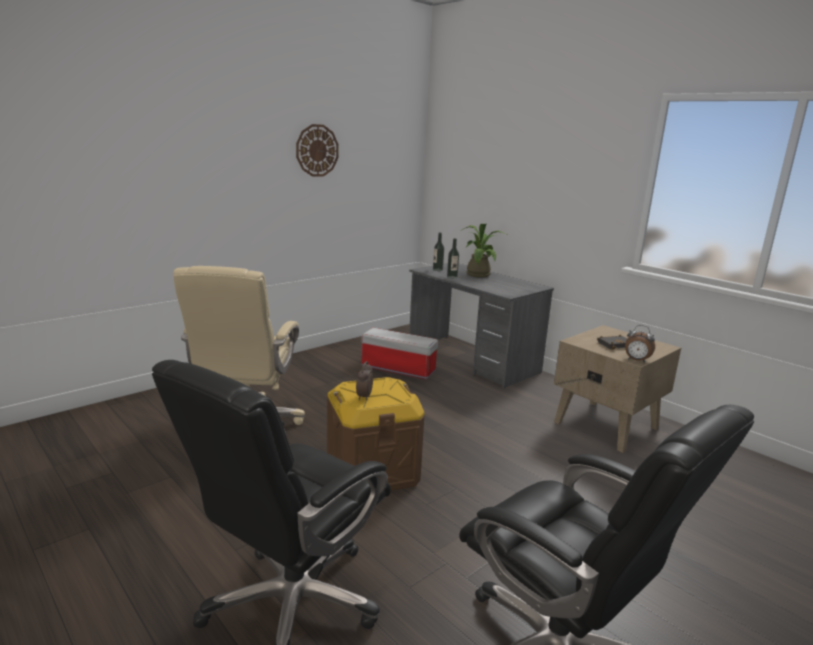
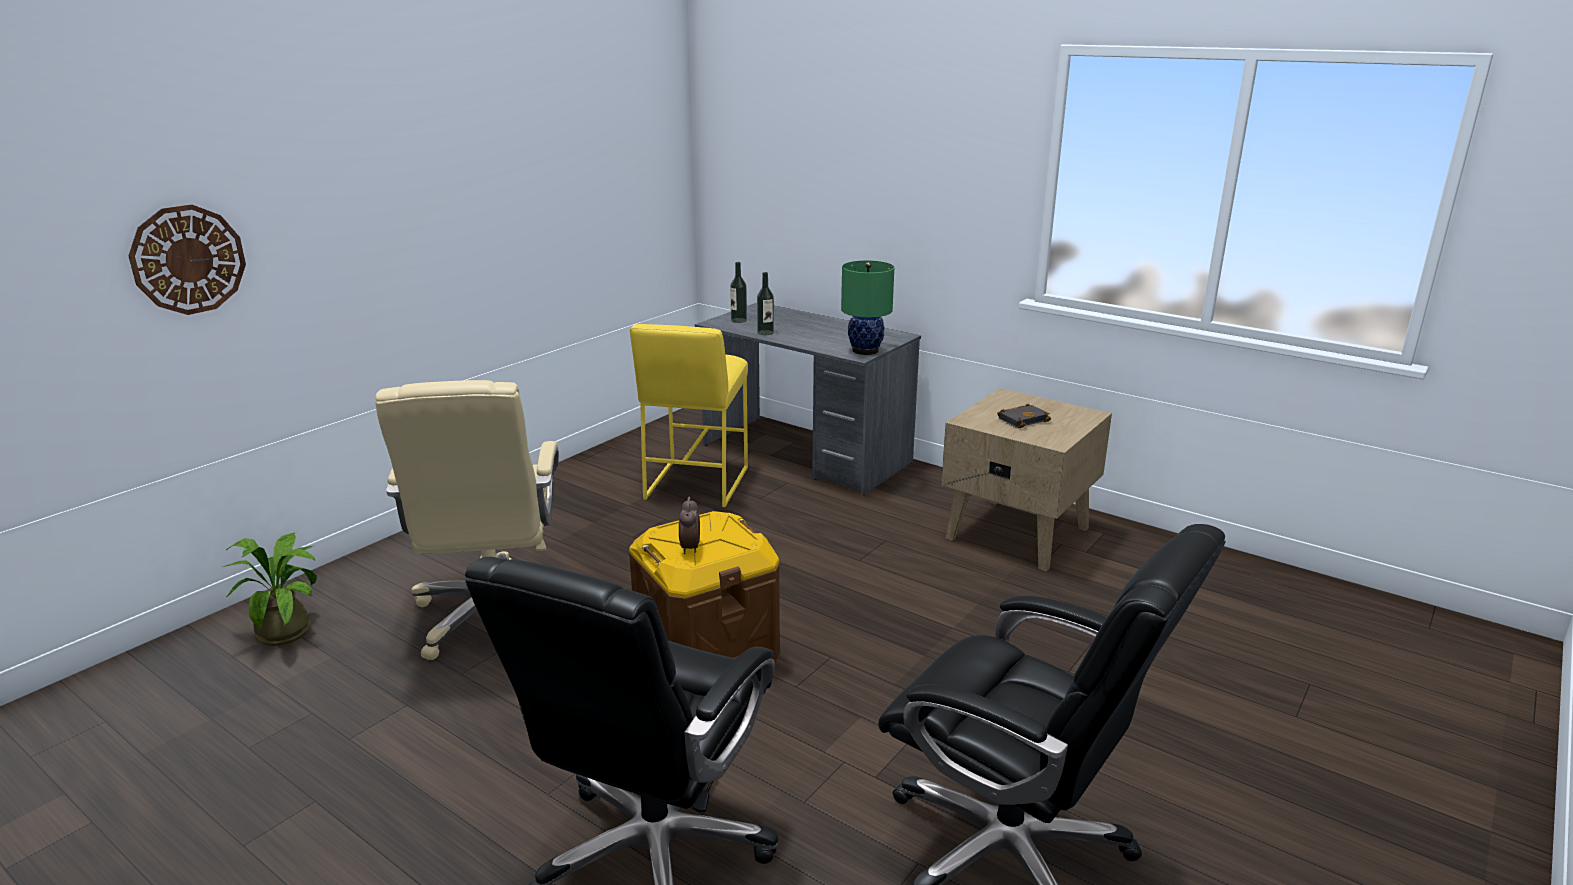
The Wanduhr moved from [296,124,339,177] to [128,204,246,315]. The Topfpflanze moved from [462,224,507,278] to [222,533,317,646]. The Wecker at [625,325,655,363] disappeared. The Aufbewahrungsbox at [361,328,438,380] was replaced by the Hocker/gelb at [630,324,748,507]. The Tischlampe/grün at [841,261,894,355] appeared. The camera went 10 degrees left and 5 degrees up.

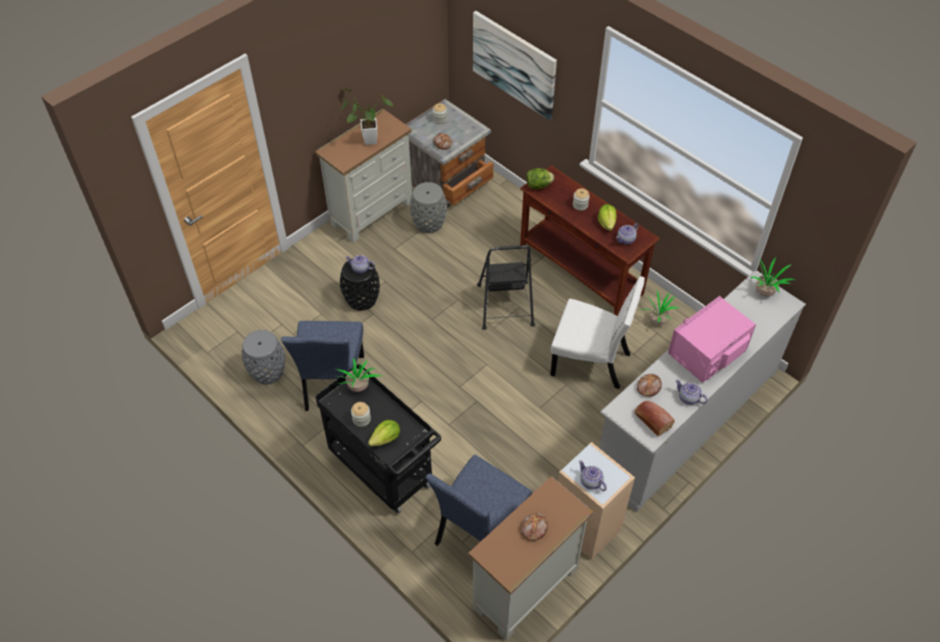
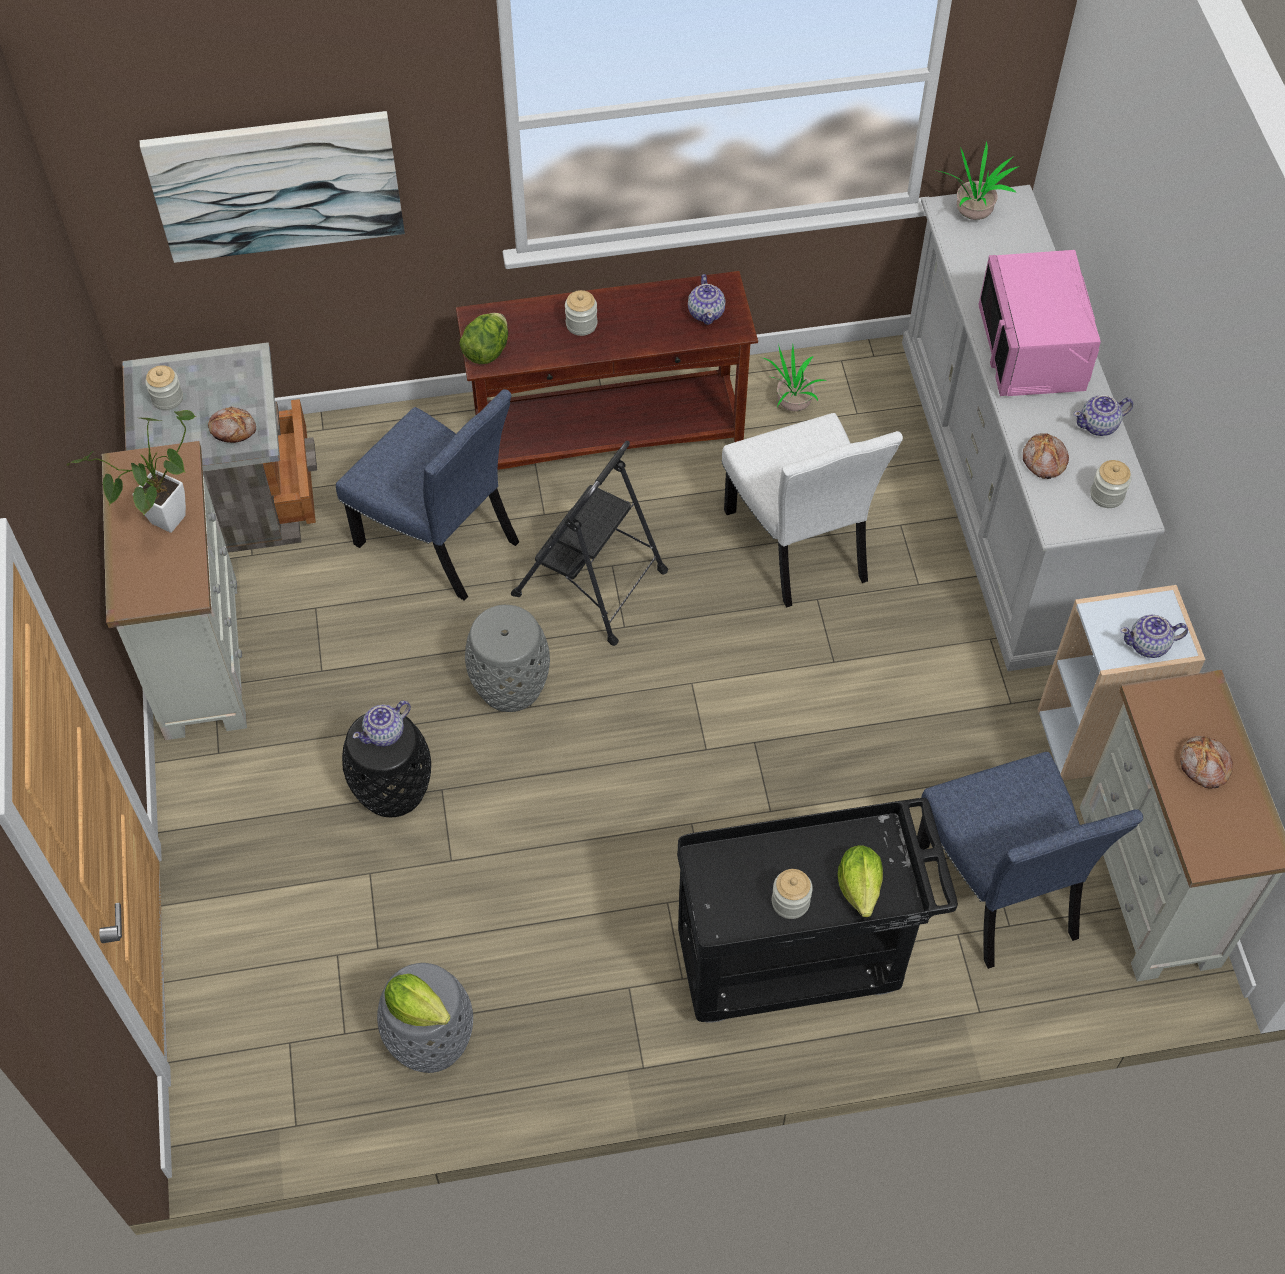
The Hocker/grau moved from [410,182,447,233] to [465,605,550,712]. The Salatkopf moved from [598,204,617,231] to [384,974,451,1026]. The Stuhl/weiß at [550,276,645,389] turned 105 degrees clockwise. The Stuhl/blau moved from [281,321,364,411] to [336,389,519,601]. The Topfpflanze at [336,358,382,392] disappeared. The Brot at [635,401,675,437] was replaced by the Vorratsglas at [1090,460,1131,508]. The camera went 55 degrees left and 5 degrees up.

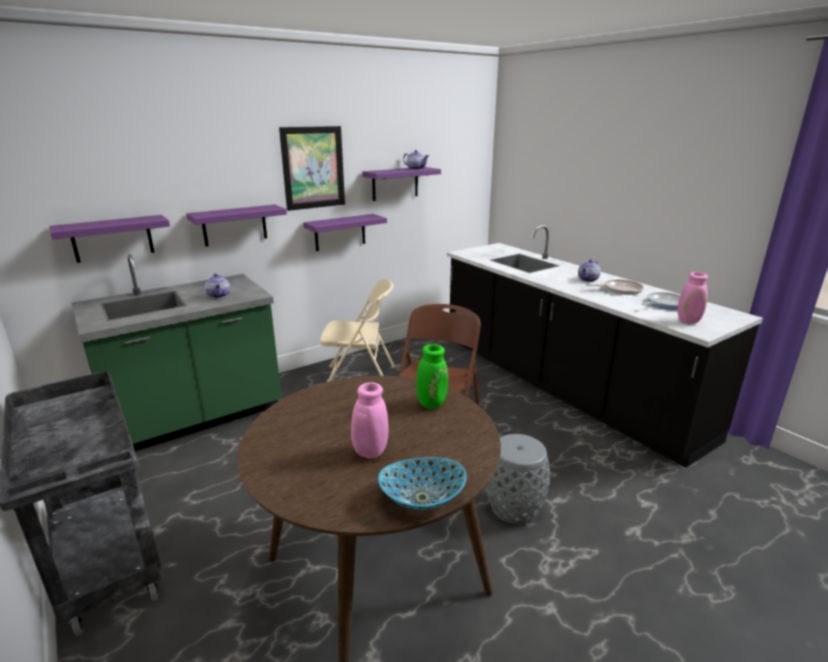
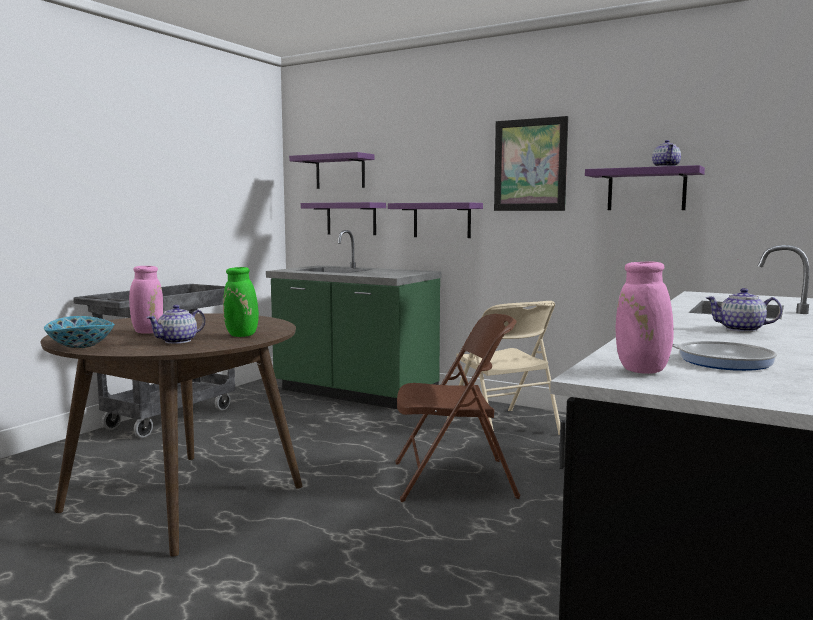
The Wandregal/lila moved from [303,214,387,251] to [289,152,375,189]. The Teekanne moved from [205,273,230,298] to [146,305,205,344]. The Pfanne at [586,279,644,295] disappeared. The Hocker/grau at [487,434,550,524] disappeared. The camera went 65 degrees right and 15 degrees down.

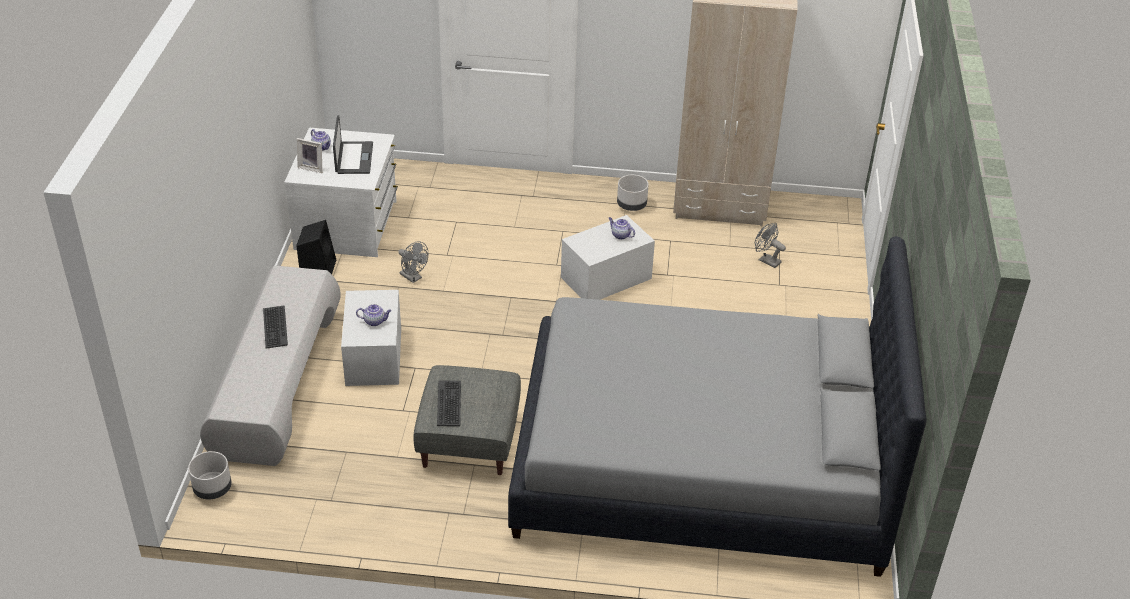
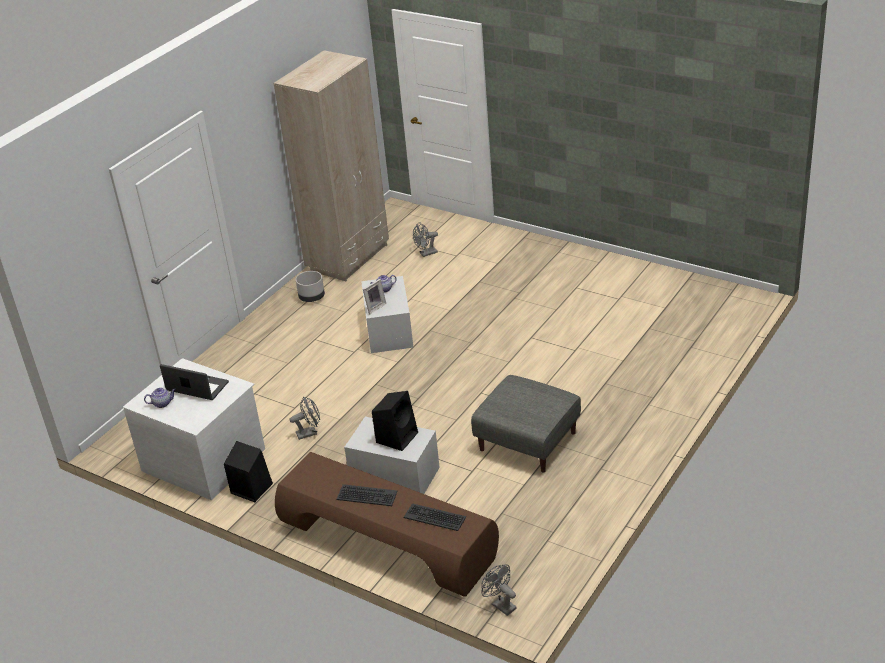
The Bilderrahmen moved from [297,138,322,173] to [363,279,386,314]. The Bett/grau at [508,236,927,577] disappeared. The Bank/grau at [200,266,341,466] became the Bank/braun at [275,452,499,597]. The Teekanne at [356,304,392,326] was replaced by the Lautsprecher/schwarz at [372,391,418,451]. The Tastatur moved from [437,380,461,426] to [403,503,466,531]. The Pflanzkübel/grau at [188,451,232,500] was replaced by the Ventilator/grau at [481,564,517,616]. The camera went 60 degrees left and 5 degrees down.

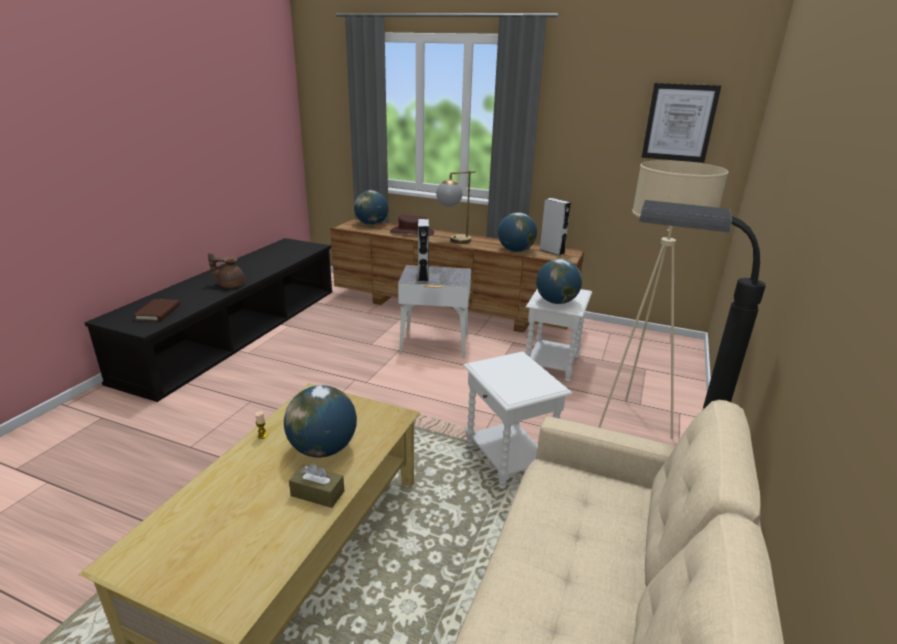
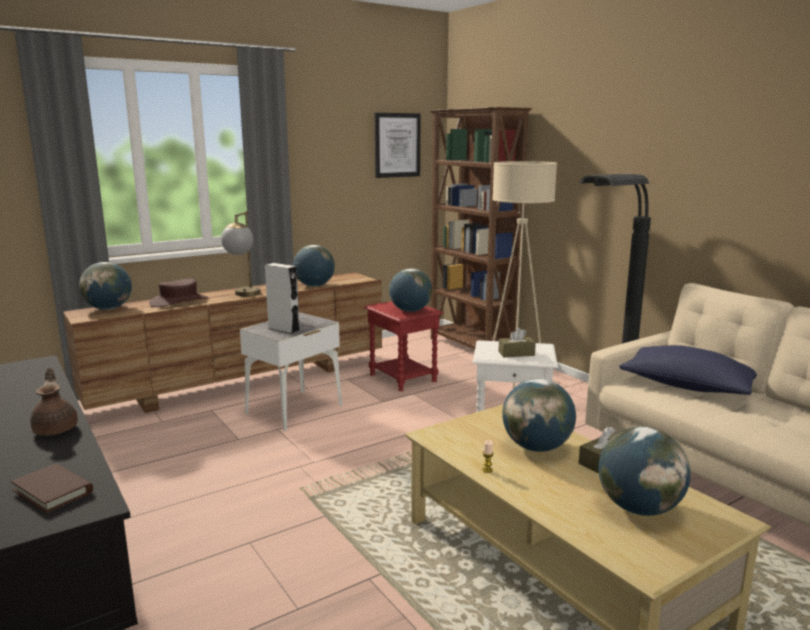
The Lautsprecher/grau at [539,198,571,256] disappeared. The Teekanne/braun at [208,252,245,288] turned 120 degrees clockwise. The Beistelltisch/weiß at [526,289,592,381] became the Beistelltisch/rot at [363,301,444,391]. The Bücherregal/braun at [429,107,531,349] appeared. The Taschentuchbox/braun at [498,327,536,357] appeared. The Kissen/blau at [619,345,757,395] appeared. The Globus at [598,427,691,516] appeared. The camera went 55 degrees left and 10 degrees down.

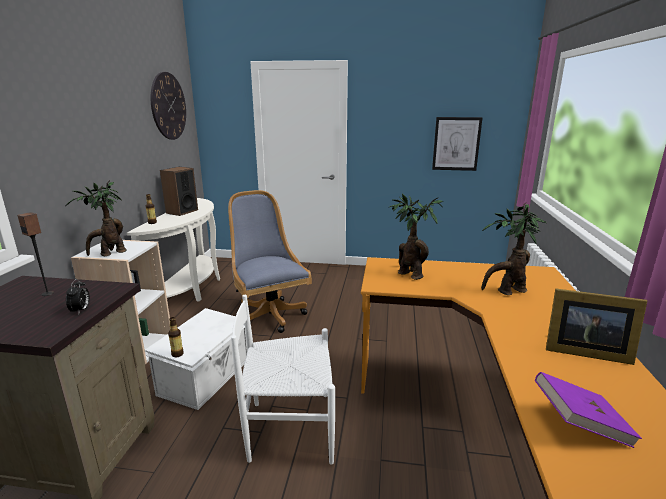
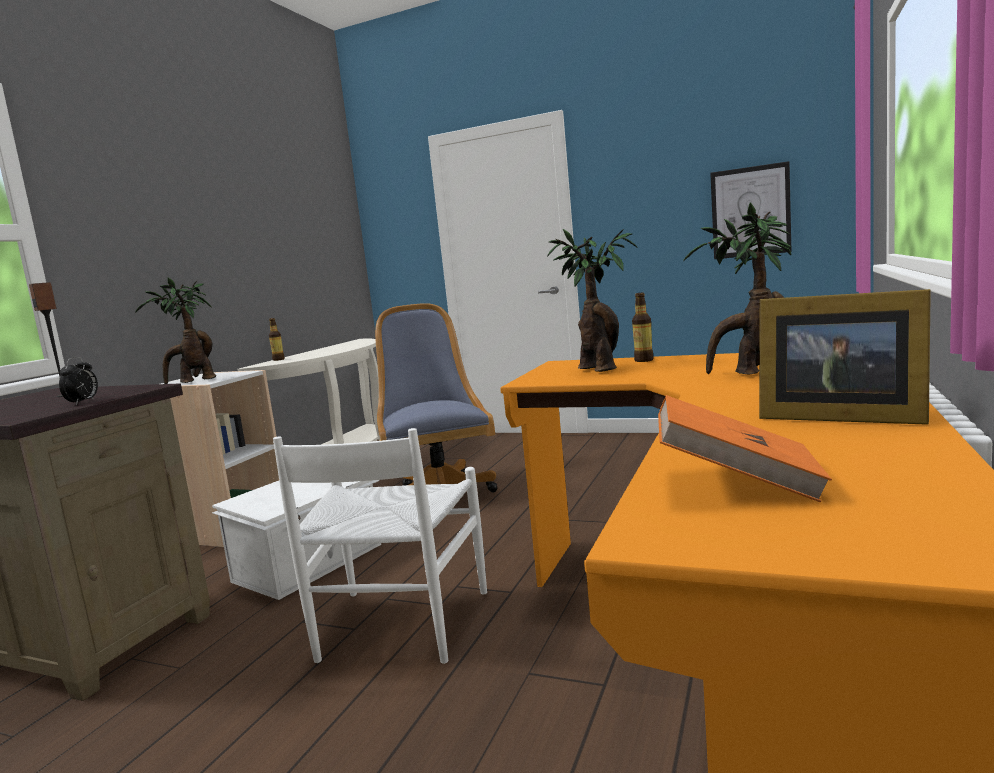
The Wanduhr at [150,72,186,140] disappeared. The Lautsprecher at [160,167,198,216] disappeared. The Stuhl/weiß at [231,295,335,465] turned 90 degrees counterclockwise. The Flasche moved from [168,317,184,357] to [632,293,654,362]. The Buch/lila at [535,372,642,448] became the Buch/orange at [658,395,832,502]. The camera went 15 degrees right and 10 degrees down.

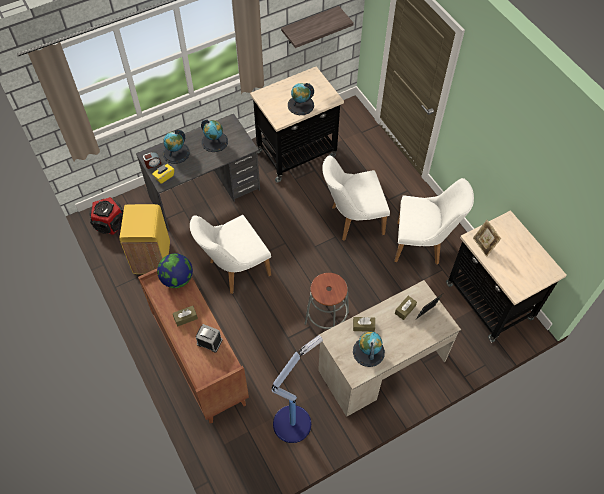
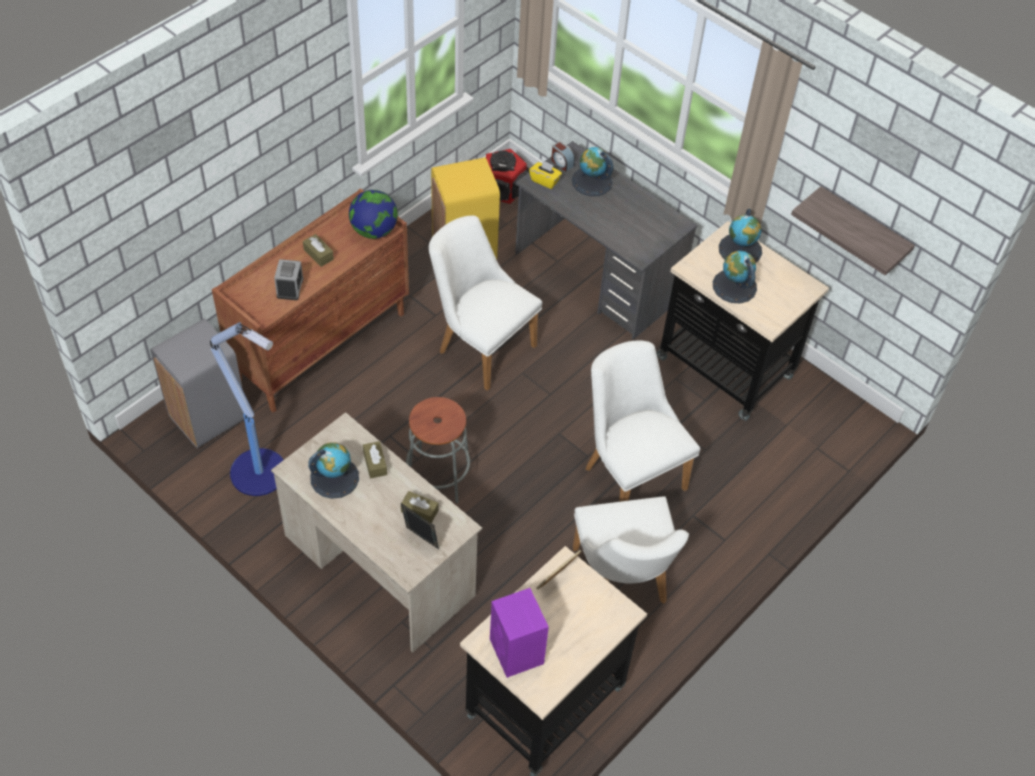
The Globus moved from [201,119,228,152] to [719,209,762,263]. The Mülleimer/grau at [150,319,244,448] appeared. The Lautsprecher/lila at [490,588,549,678] appeared. The camera went 70 degrees right and 5 degrees down.

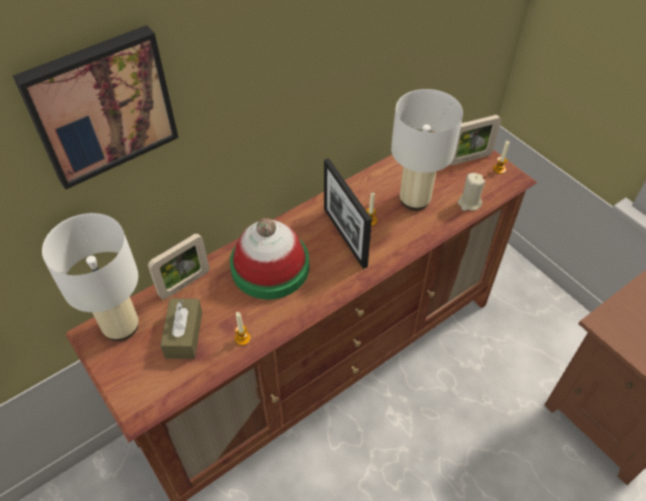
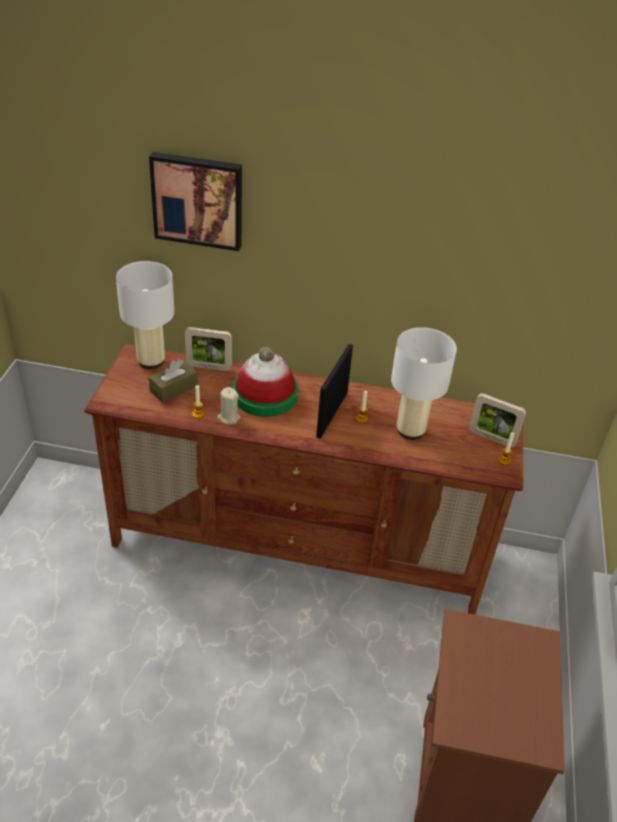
The Kerze/beige moved from [458,173,485,211] to [217,387,240,425]. The camera went 45 degrees right and 10 degrees down.

